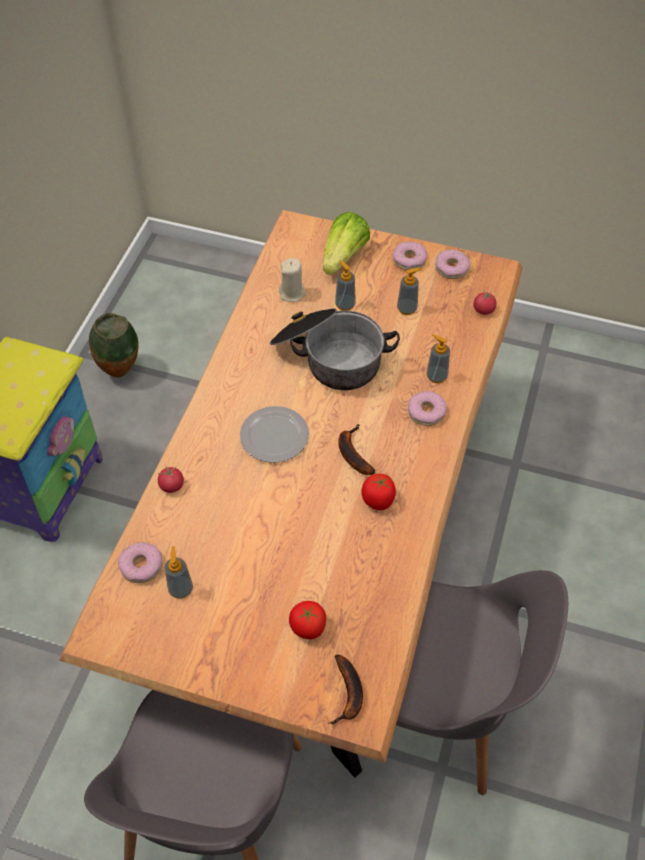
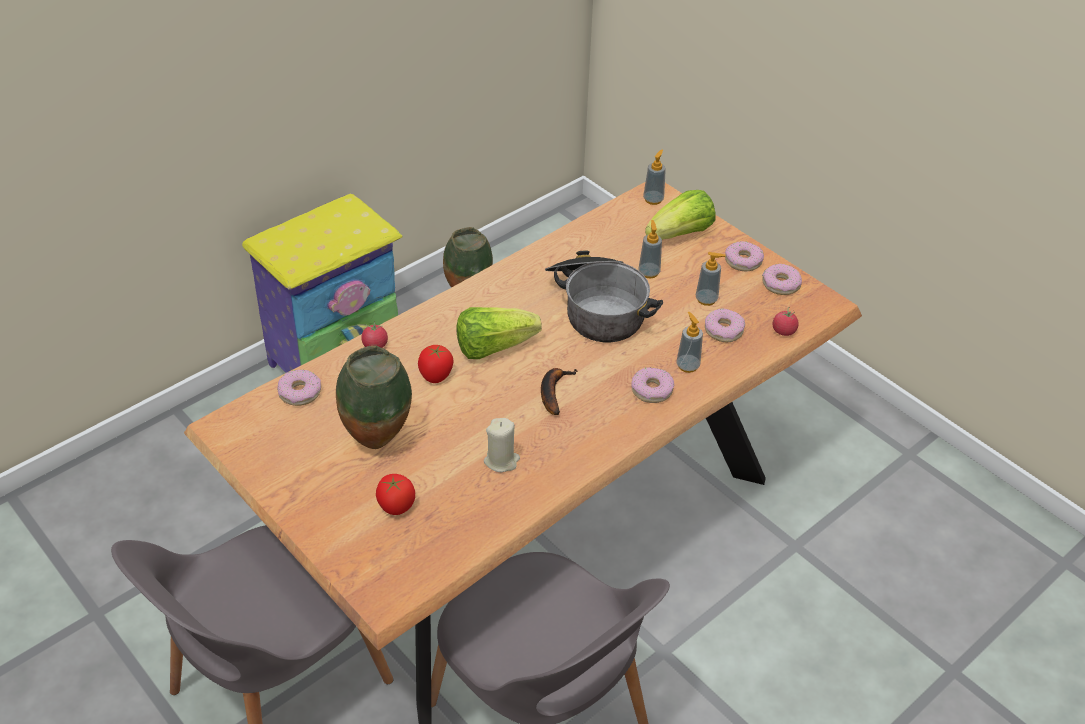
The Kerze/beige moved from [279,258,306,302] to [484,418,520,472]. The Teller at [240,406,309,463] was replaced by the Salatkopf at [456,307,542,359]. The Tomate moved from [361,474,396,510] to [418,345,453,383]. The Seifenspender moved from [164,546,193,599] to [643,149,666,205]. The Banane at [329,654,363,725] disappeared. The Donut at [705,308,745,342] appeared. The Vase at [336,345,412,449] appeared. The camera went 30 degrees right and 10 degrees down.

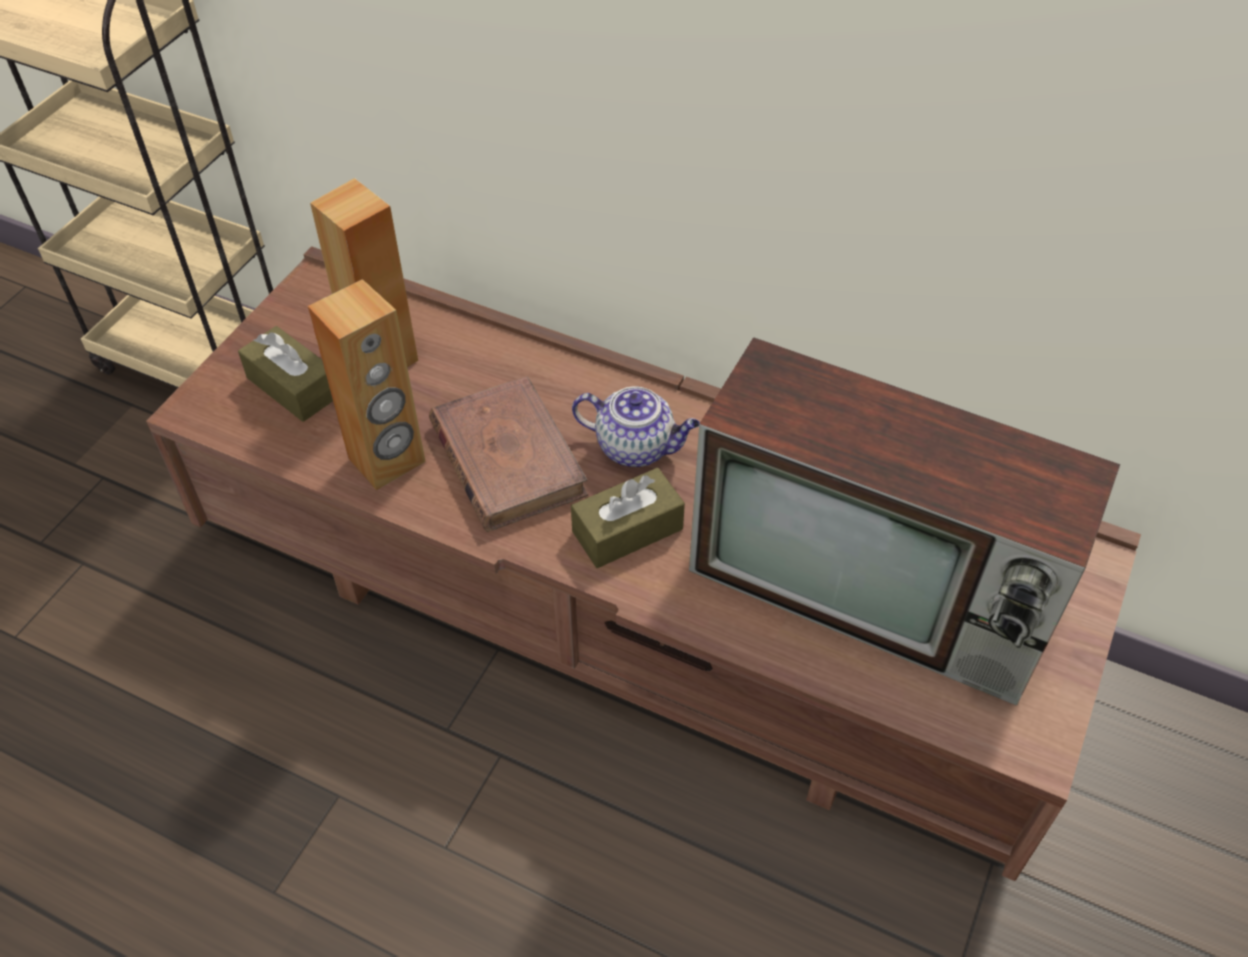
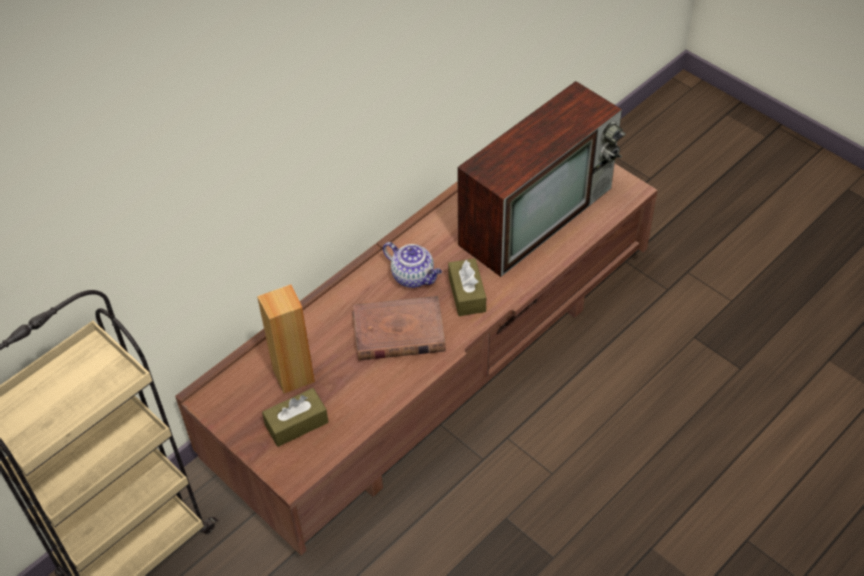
The Lautsprecher/braun at [308,279,425,490] disappeared. The Teekanne at [572,387,700,467] turned 90 degrees clockwise. The camera went 70 degrees left and 0 degrees up.

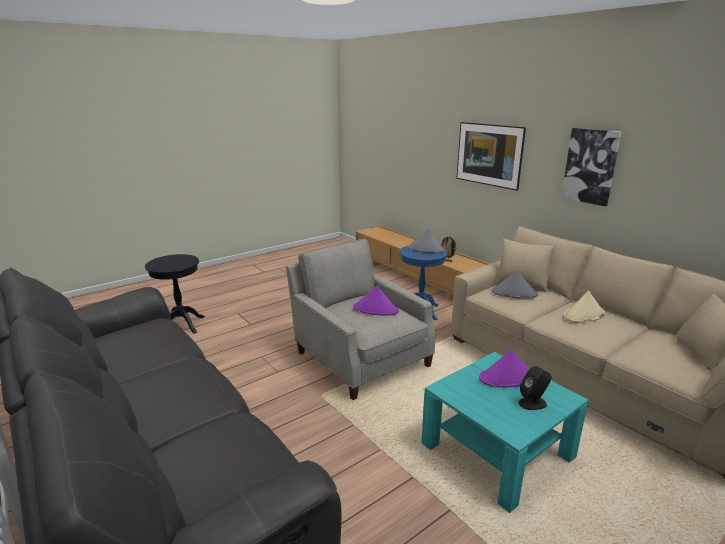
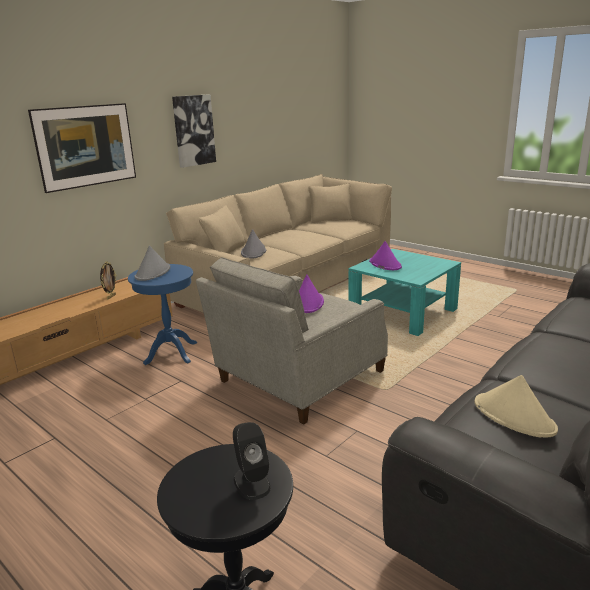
The Hut/beige moved from [563,291,605,323] to [474,375,558,438]. The Lautsprecher/schwarz moved from [518,366,552,410] to [233,422,271,500]. The camera went 100 degrees left and 0 degrees up.

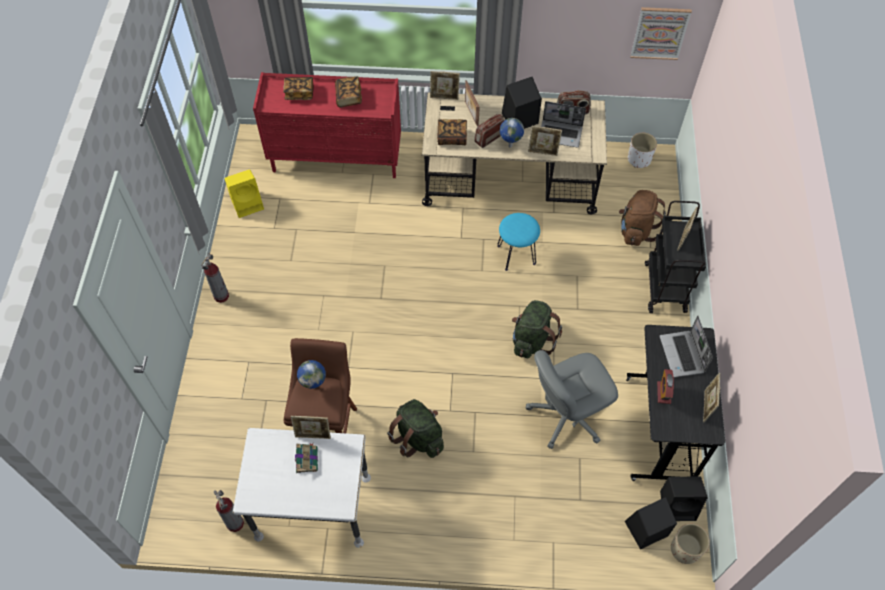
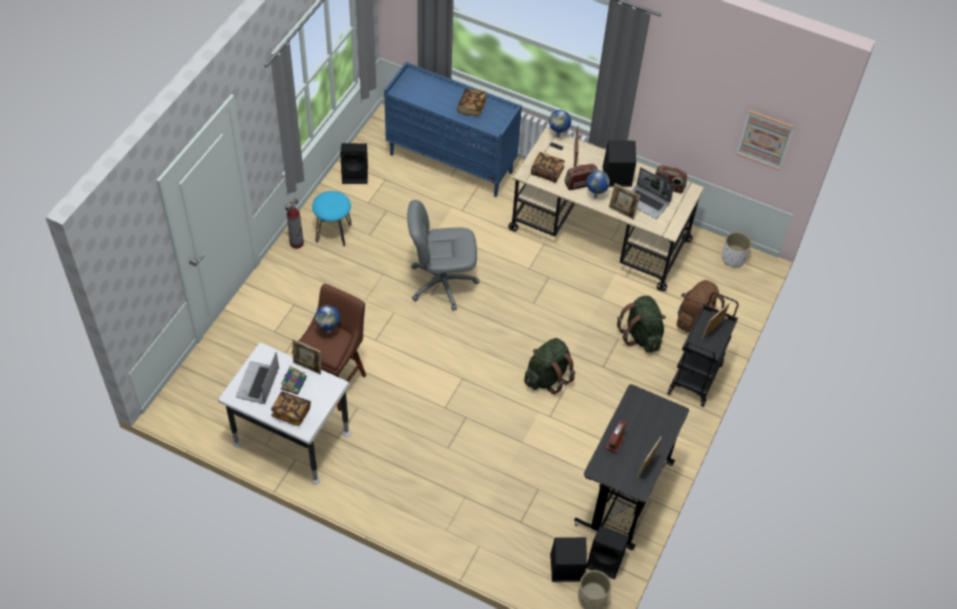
The Bilderrahmen at [430,71,460,100] was replaced by the Globus at [549,110,571,138]. The Schrank/rot at [253,72,401,178] became the Schrank/blau at [384,62,522,197]. The Buch moved from [283,77,314,100] to [271,391,311,426]. The Lautsprecher/gelb at [224,169,264,218] became the Lautsprecher/schwarz at [340,143,368,184]. The Hocker/türkis moved from [497,213,540,271] to [312,191,352,247]. The Laptop moved from [660,316,713,378] to [236,352,279,404]. The Bürostuhl/grau moved from [526,350,618,449] to [407,200,479,311]. The Rucksack/grün moved from [387,399,444,458] to [617,296,666,353]. The Feuerlöscher at [214,490,244,532] disappeared. The camera went 20 degrees right and 5 degrees down.

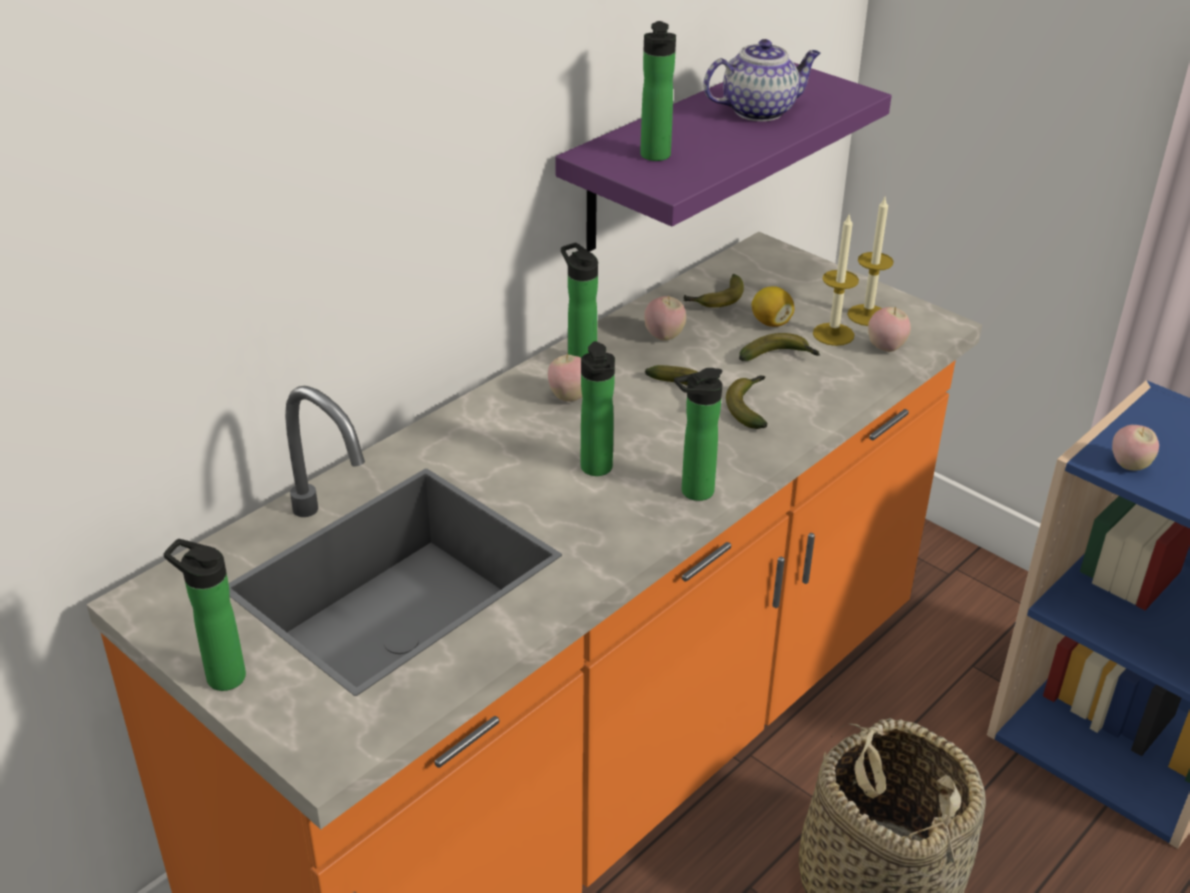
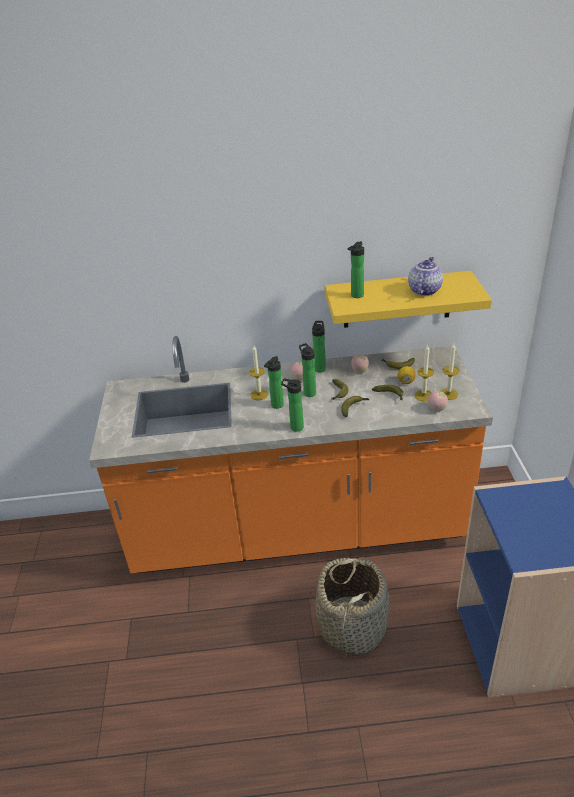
The Teekanne at [703,39,821,121] turned 90 degrees counterclockwise. The Wandregal/lila at [555,62,892,252] became the Wandregal/gelb at [325,271,492,328]. The Apfel at [1112,425,1159,470] disappeared. The Flasche moved from [164,539,246,691] to [299,343,316,397]. The Kerze at [249,346,268,400] appeared. The camera went 45 degrees right and 0 degrees up.

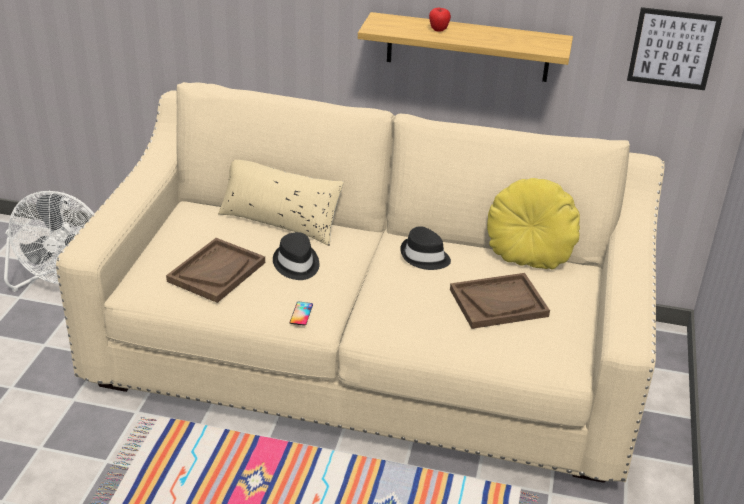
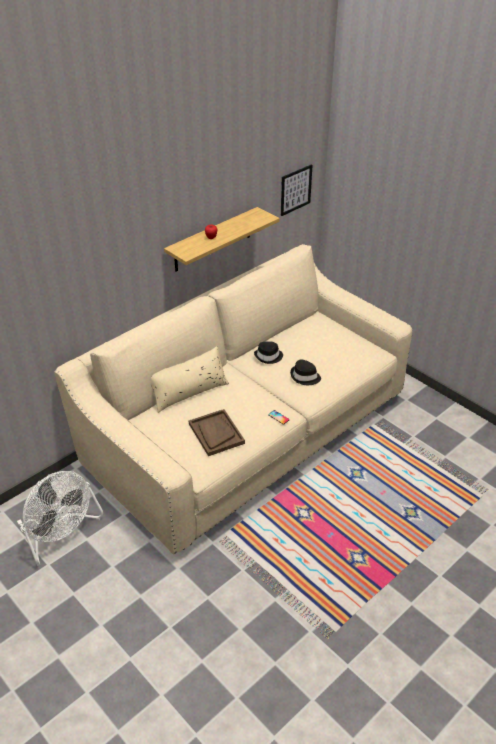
The Kissen/gelb at [487,178,580,269] disappeared. The Hut/schwarz moved from [273,232,319,280] to [290,359,321,385]. The Tablett/braun at [450,273,550,329] disappeared. The camera went 55 degrees left and 5 degrees up.

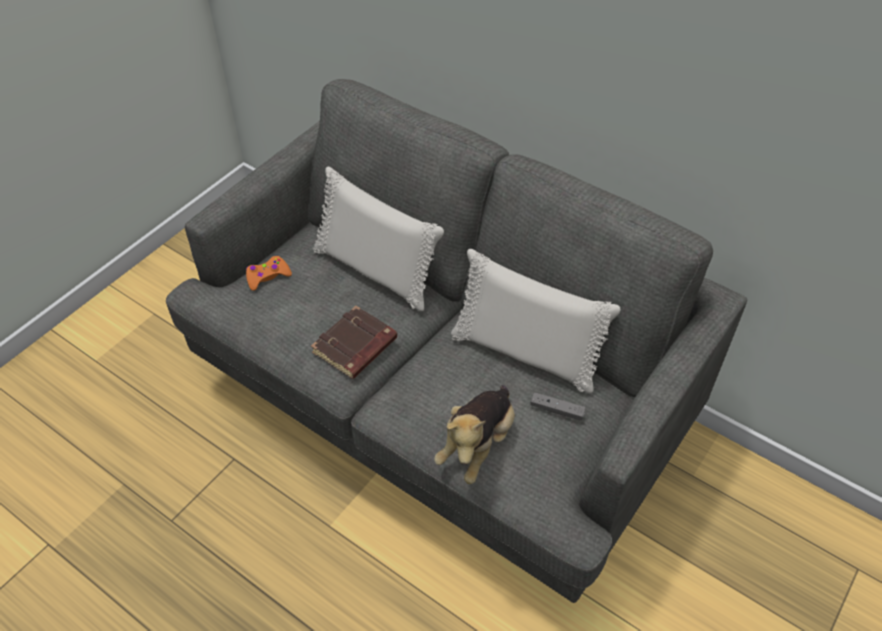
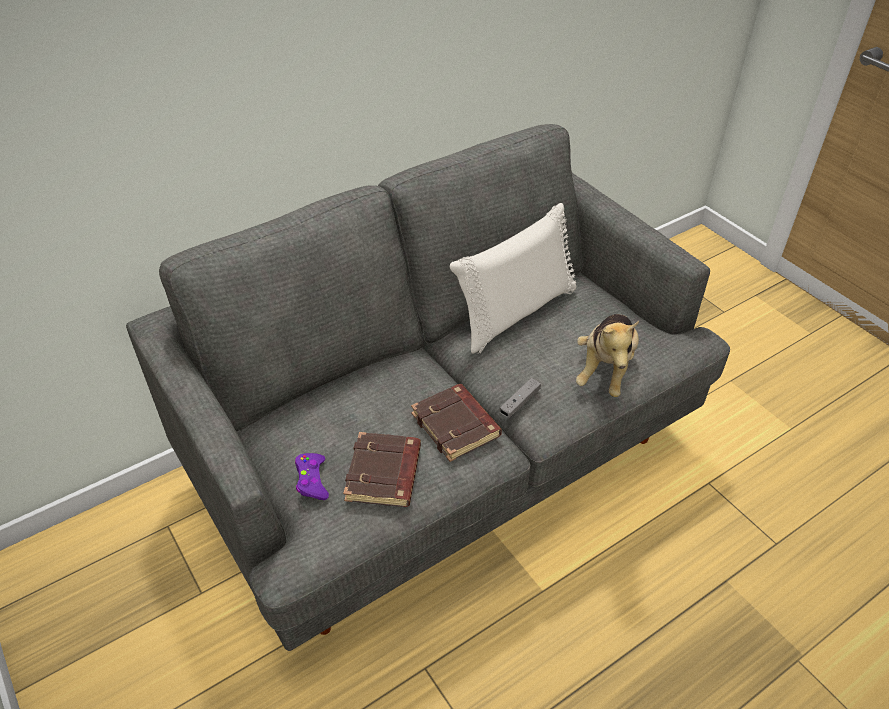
The Kissen/weiß at [312,166,444,311] disappeared. The Gamepad/orange at [246,256,292,291] became the Gamepad/lila at [295,453,329,500]. The Plüschtier at [434,385,515,484] turned 60 degrees clockwise. The Gamepad/grau moved from [530,392,586,421] to [499,378,541,418]. The Buch/braun at [343,432,421,507] appeared. The camera went 70 degrees left and 5 degrees down.

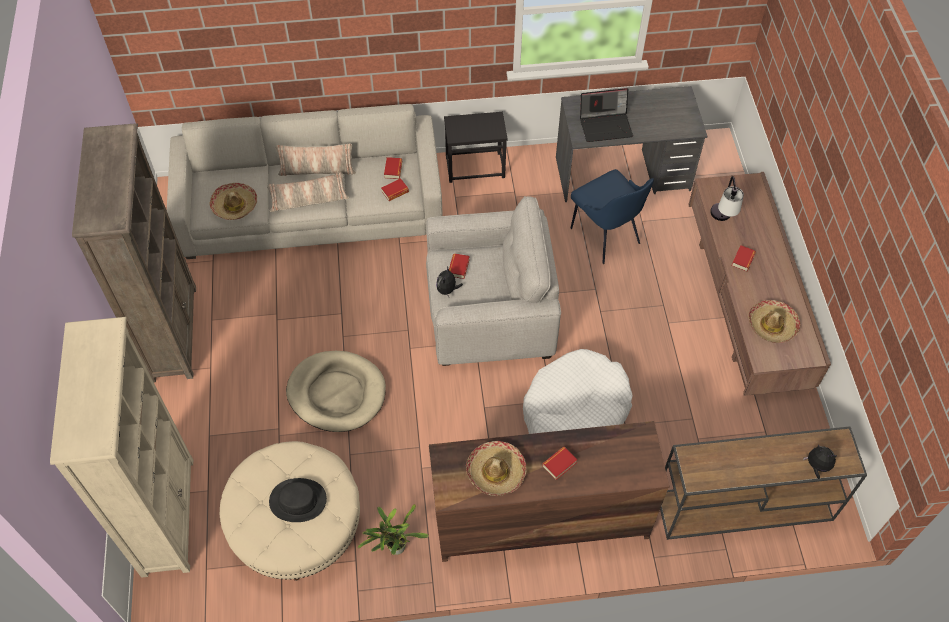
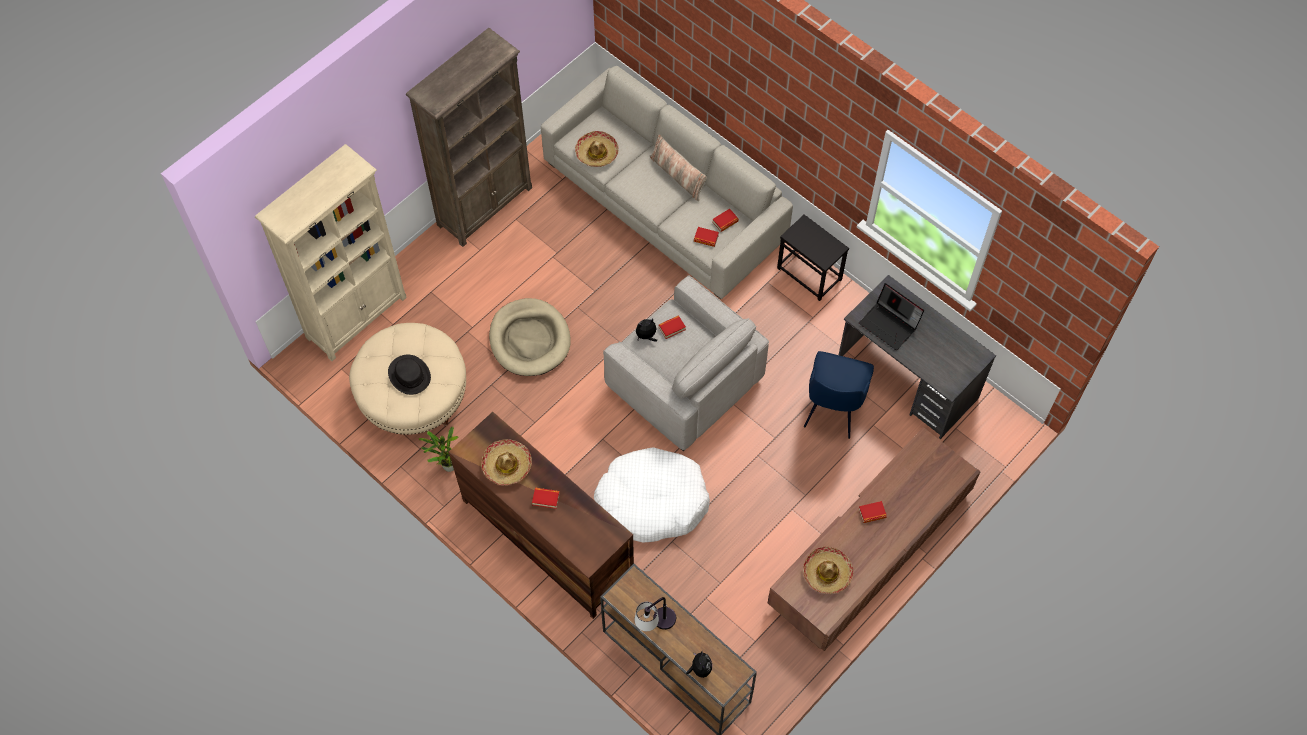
The Kissen at [267,172,349,212] disappeared. The Tischlampe moved from [710,176,744,221] to [634,597,676,631]. The camera went 50 degrees right and 5 degrees up.

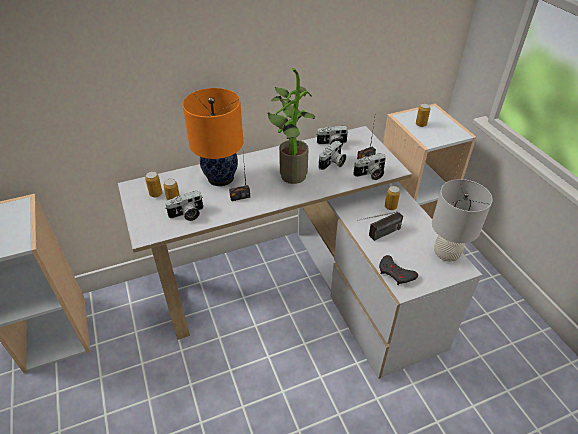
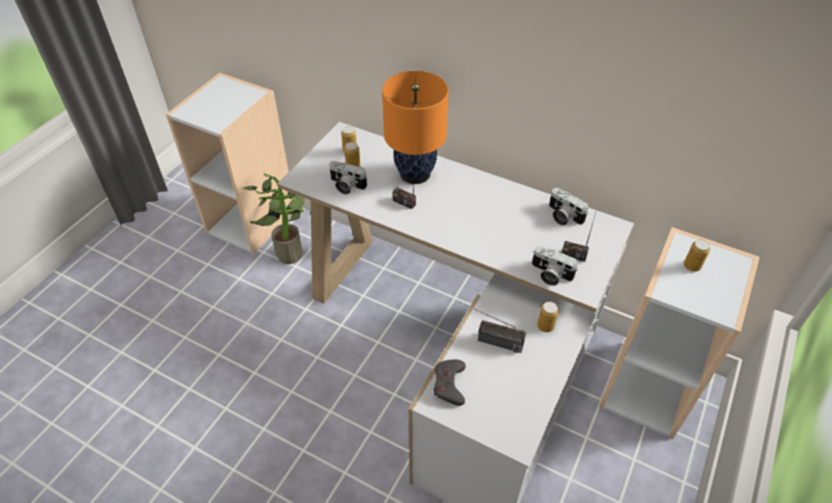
The Topfpflanze moved from [267,68,315,184] to [242,173,305,264]. The Kamera at [319,141,346,170] disappeared. The Tischlampe/grau at [432,179,493,262] disappeared. The camera went 50 degrees right and 5 degrees up.

